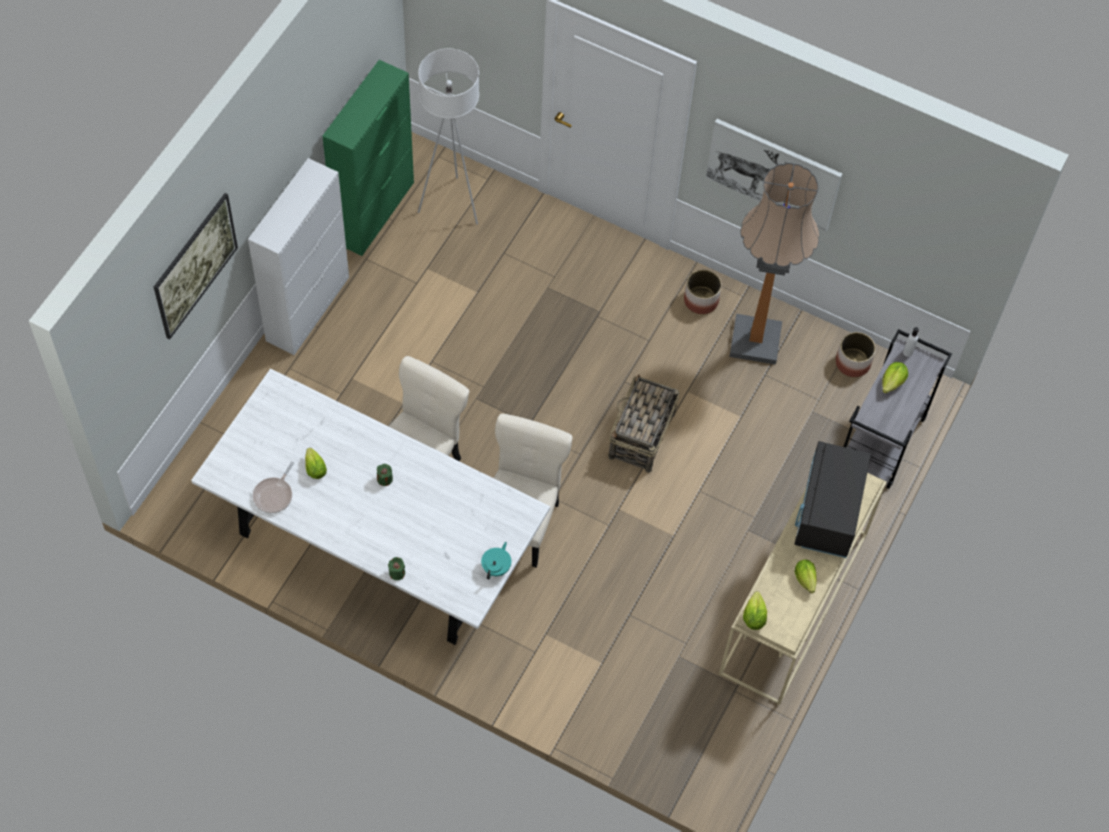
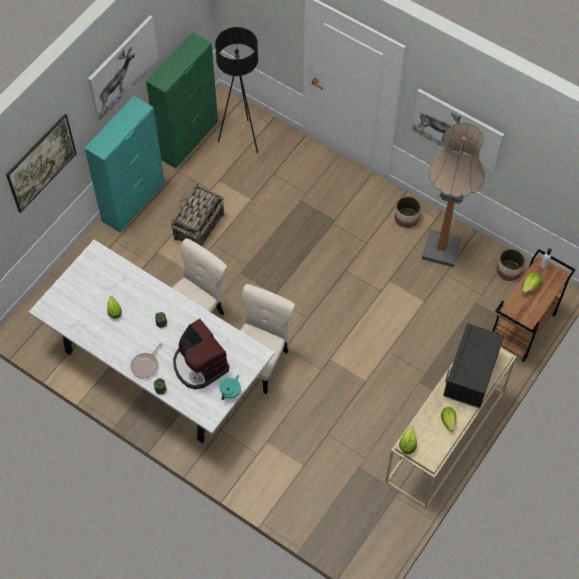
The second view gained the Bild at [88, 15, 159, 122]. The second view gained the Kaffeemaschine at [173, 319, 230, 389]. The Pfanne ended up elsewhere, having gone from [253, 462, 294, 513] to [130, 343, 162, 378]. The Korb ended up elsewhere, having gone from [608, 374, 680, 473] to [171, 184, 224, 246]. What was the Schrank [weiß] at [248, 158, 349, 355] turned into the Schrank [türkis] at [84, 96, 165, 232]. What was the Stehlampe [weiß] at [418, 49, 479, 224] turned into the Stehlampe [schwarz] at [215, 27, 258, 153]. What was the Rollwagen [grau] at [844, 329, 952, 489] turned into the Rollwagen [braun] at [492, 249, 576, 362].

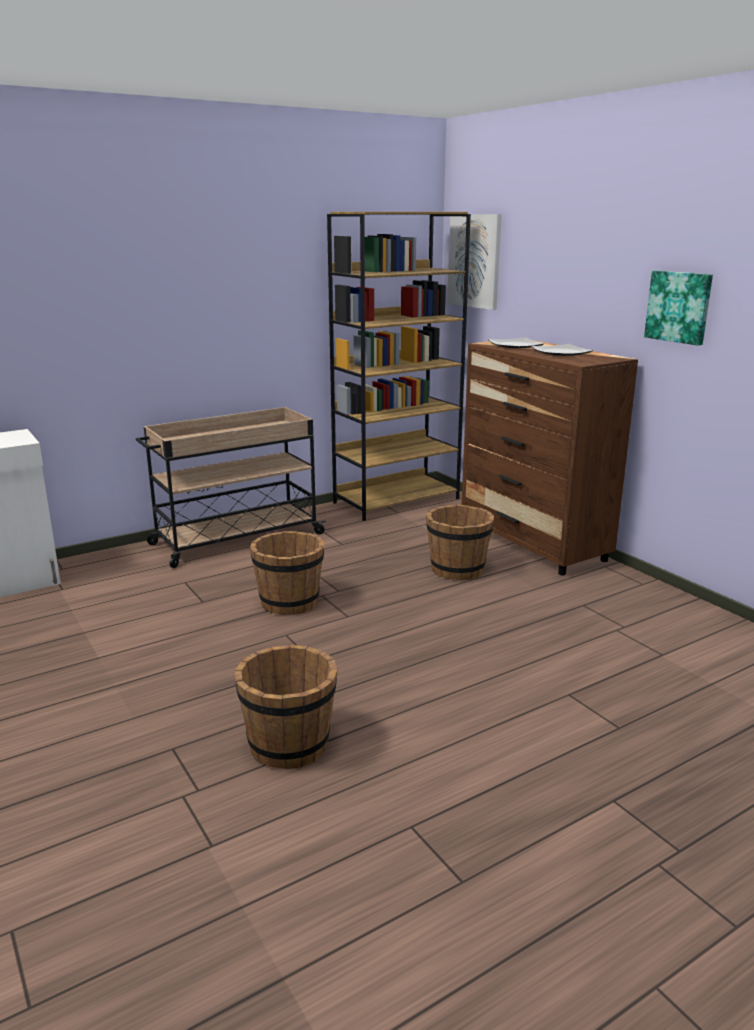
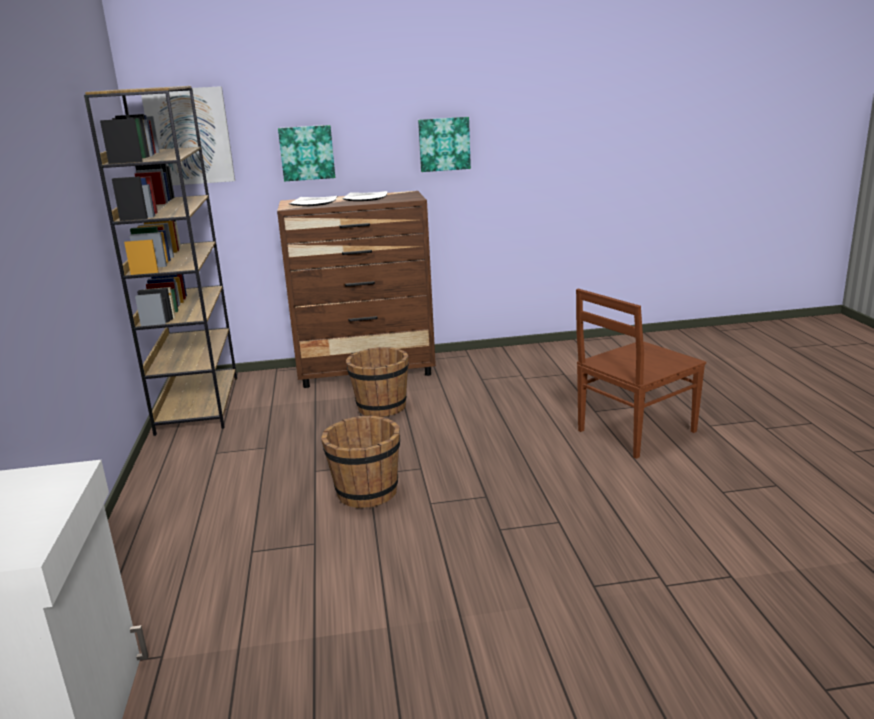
The second view lost the Rollwagen [beige] at [136, 407, 326, 568]. The second view lost the Eimer [braun] at [234, 644, 338, 769]. The second view gained the Bild at [278, 125, 335, 181]. The second view gained the Stuhl [braun] at [576, 289, 706, 459].

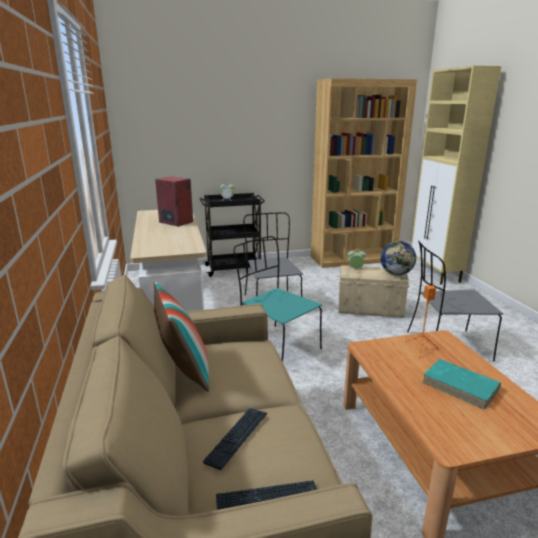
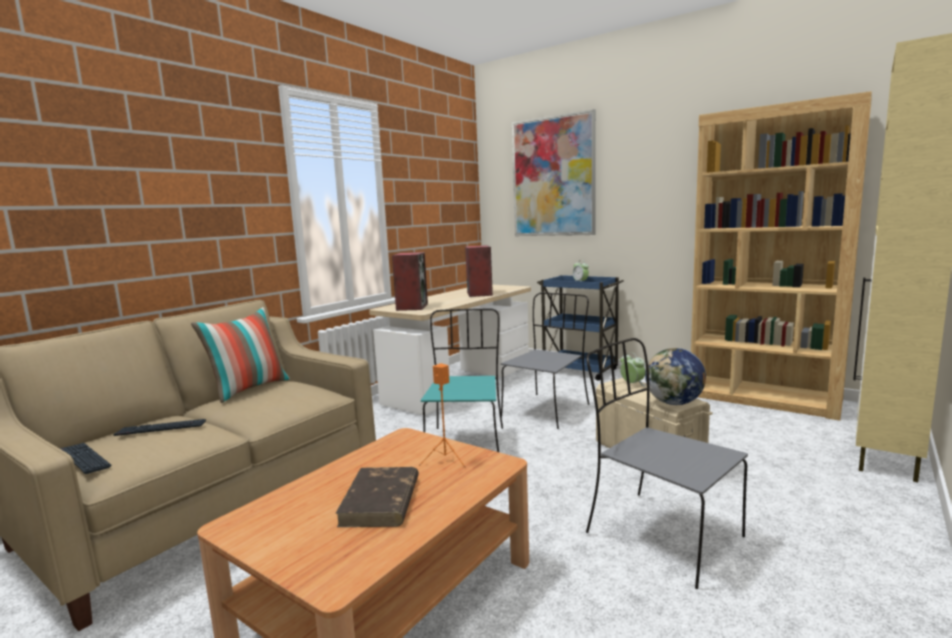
The second view gained the Lautsprecher at [392, 252, 428, 311]. The second view gained the Bild at [512, 109, 596, 236]. What was the Rollwagen [schwarz] at [199, 193, 265, 277] turned into the Rollwagen [blau] at [537, 275, 624, 381]. What was the Buch [türkis] at [422, 359, 501, 410] turned into the Buch [braun] at [335, 467, 419, 527].

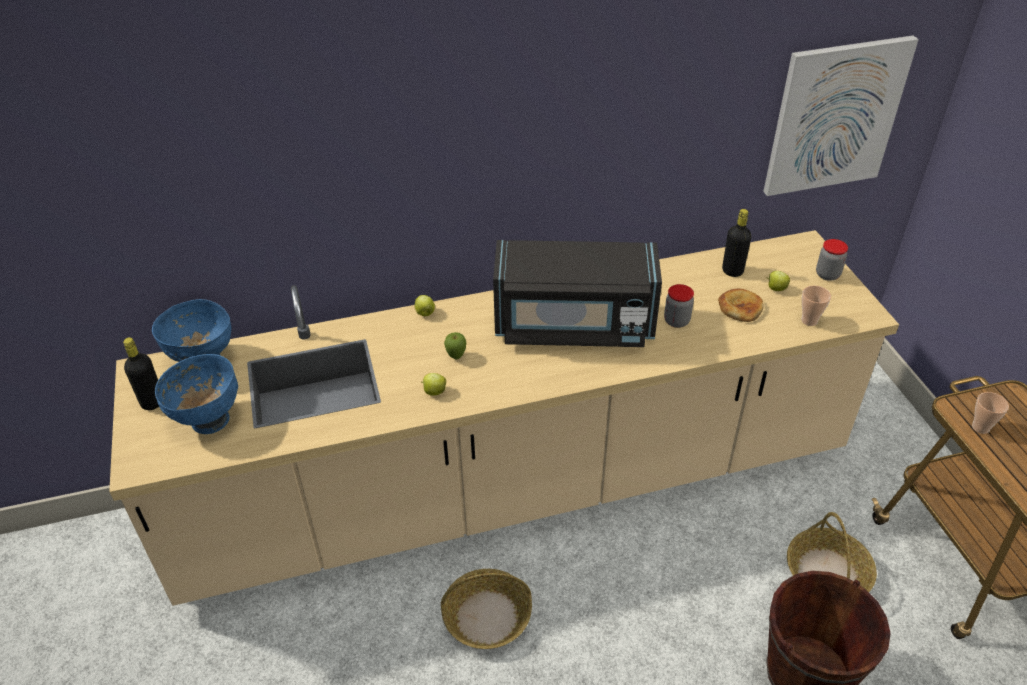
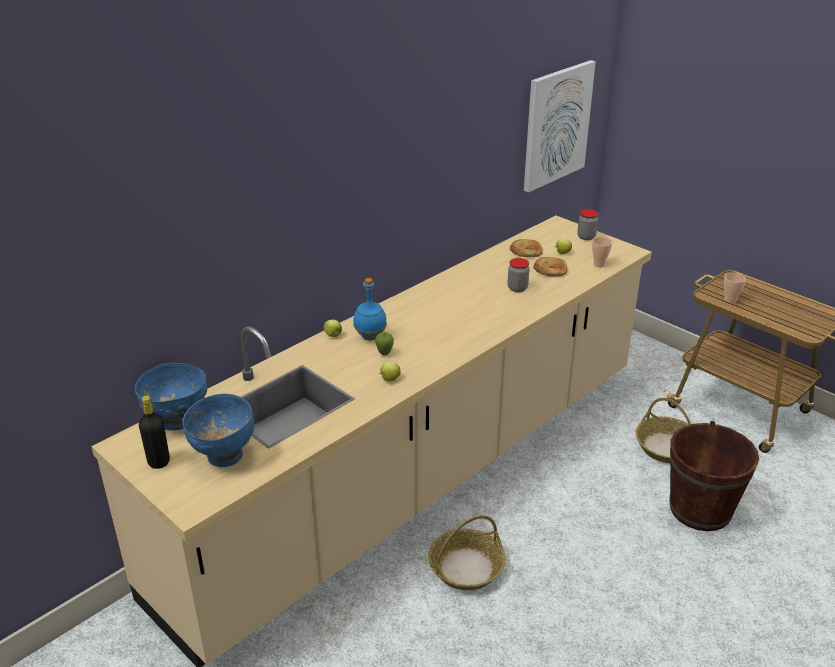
The second view lost the Mikrowelle [schwarz] at [493, 240, 662, 347]. The second view gained the Flasche [blau] at [353, 278, 387, 341]. Where the Flasche [schwarz] stood at [722, 209, 752, 277], the Brot came to stand at [510, 239, 543, 257].

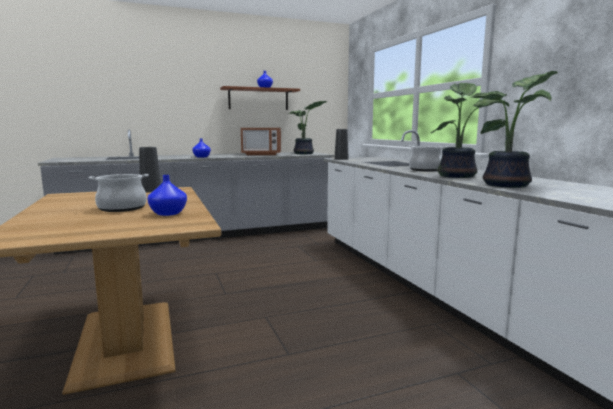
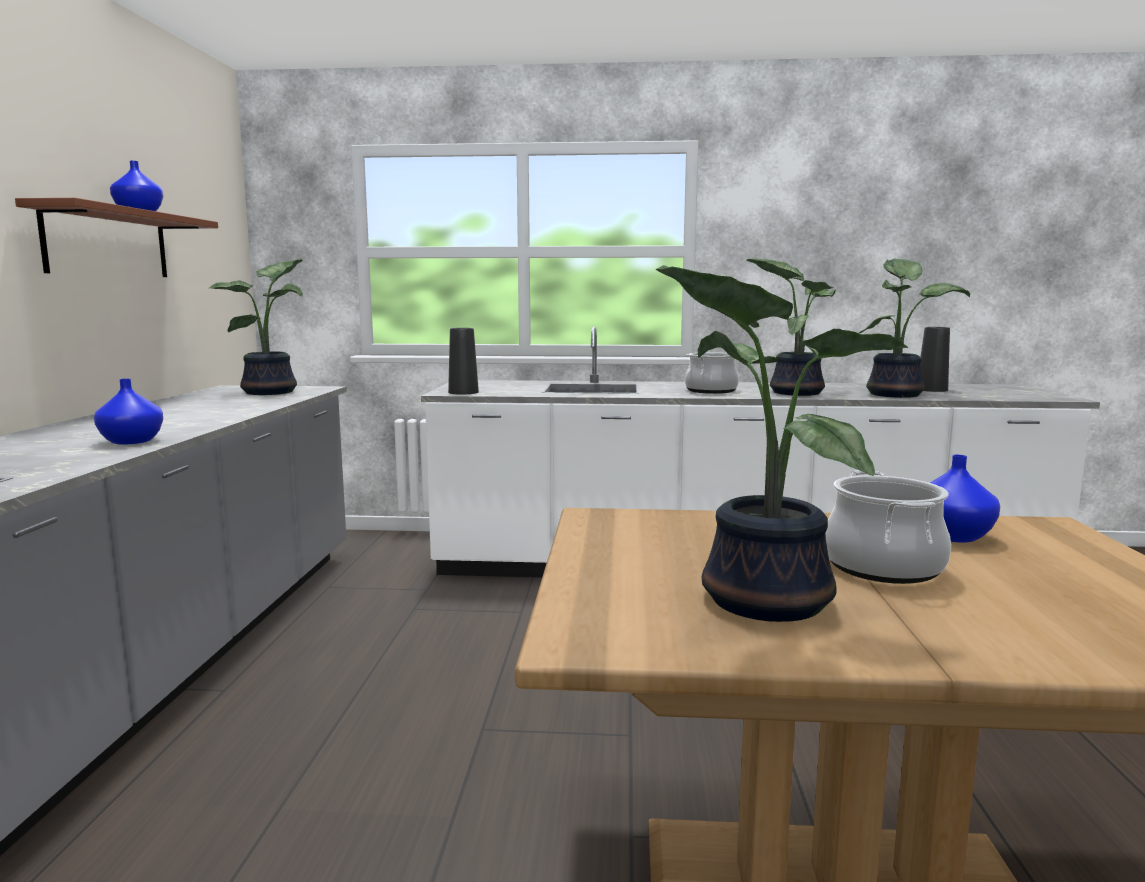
The second view lost the Mikrowelle at [241, 128, 281, 155]. The second view gained the Topfpflanze at [656, 265, 908, 622]. The Vase [schwarz] ended up elsewhere, having gone from [139, 147, 161, 192] to [921, 327, 950, 392].

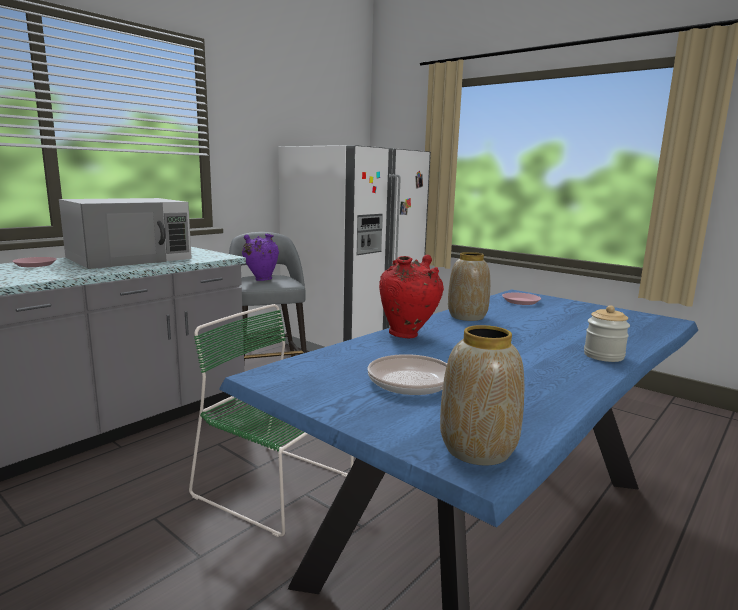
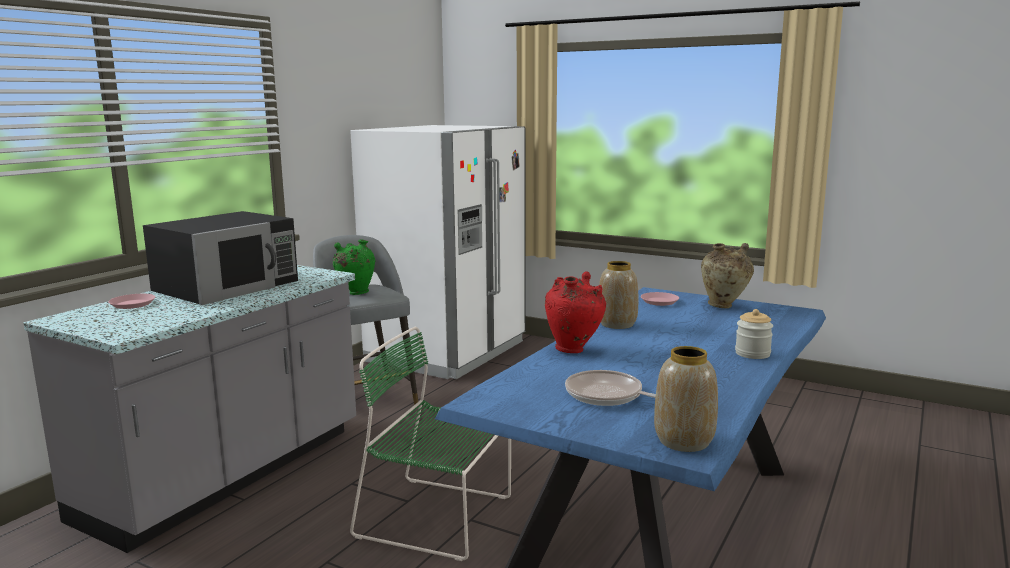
The second view gained the Vase [beige] at [701, 243, 754, 308]. What was the Mikrowelle [weiß] at [59, 198, 192, 269] turned into the Mikrowelle [schwarz] at [143, 211, 298, 305]. What was the Vase [lila] at [242, 234, 279, 281] turned into the Vase [grün] at [333, 240, 375, 295].

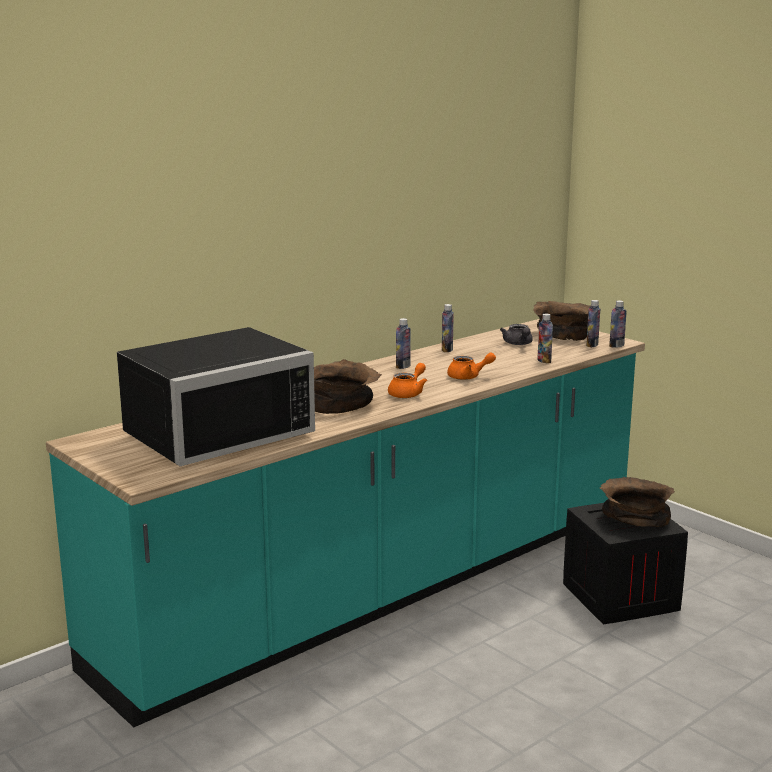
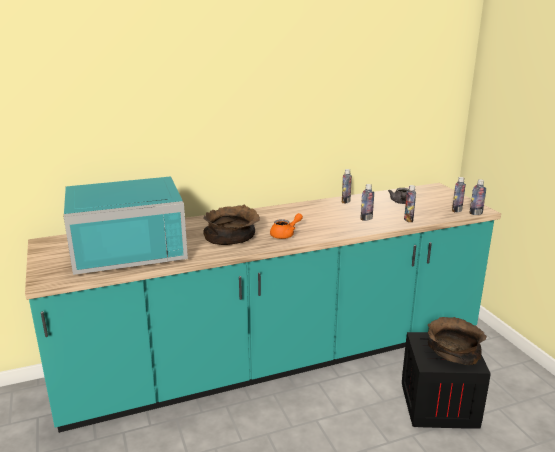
The second view lost the Teekanne [orange] at [447, 352, 496, 380]. The second view lost the Schüssel [braun] at [533, 301, 591, 341]. The Flasche ended up elsewhere, having gone from [396, 318, 411, 369] to [360, 184, 374, 221]. What was the Mikrowelle [schwarz] at [117, 327, 315, 466] turned into the Mikrowelle [türkis] at [64, 176, 188, 275].

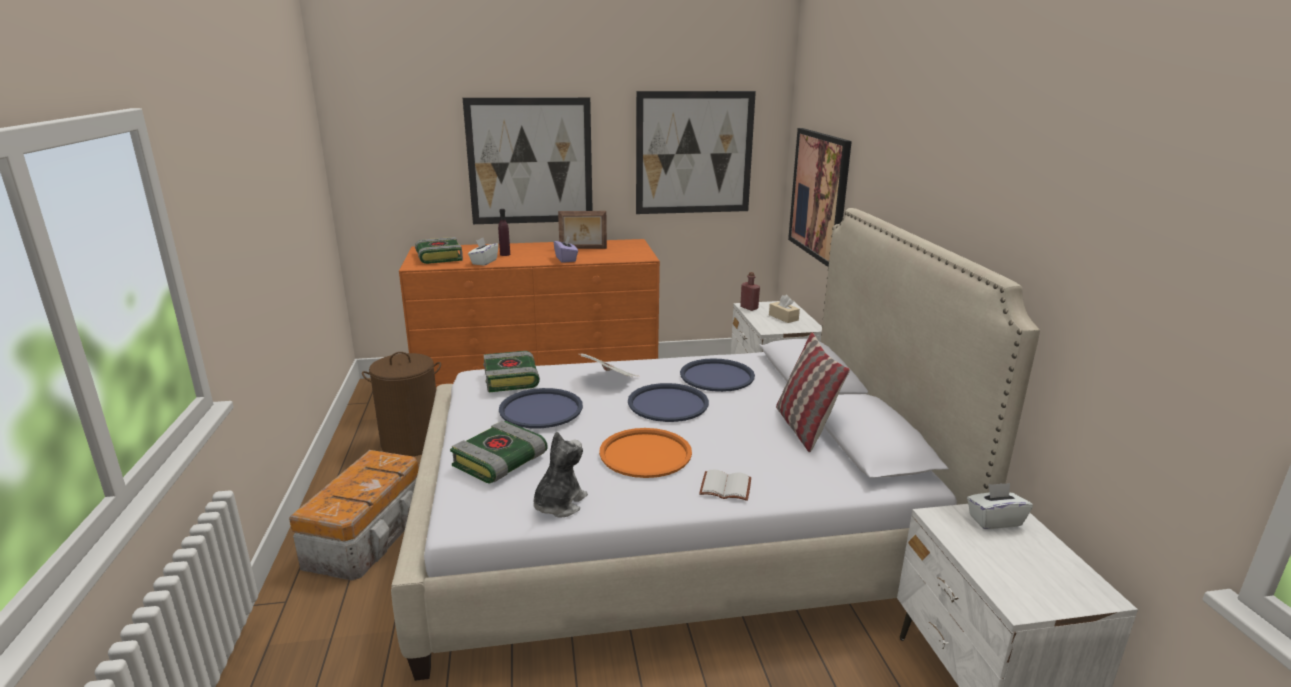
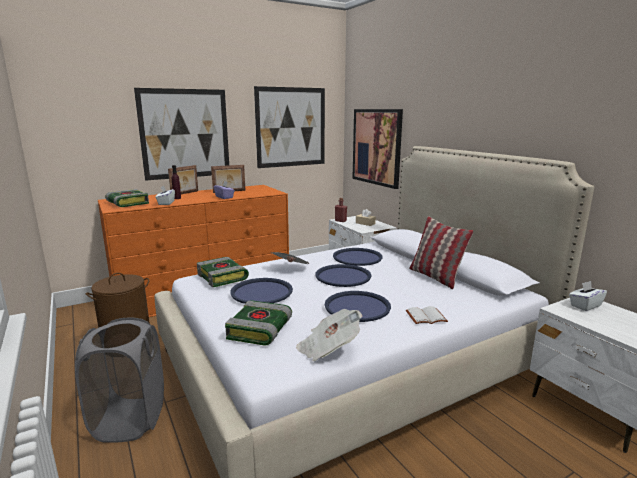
The second view gained the Bilderrahmen at [168, 165, 198, 194]. Where the Aufbewahrungsbox stood at [289, 450, 419, 581], the Wäschekorb [grau] came to stand at [75, 318, 164, 443]. Where the Plüschtier stood at [533, 431, 588, 518], the Zeitung came to stand at [296, 309, 363, 361]. What was the Tablett [orange] at [599, 428, 692, 478] turned into the Tablett [blau] at [325, 291, 391, 322].

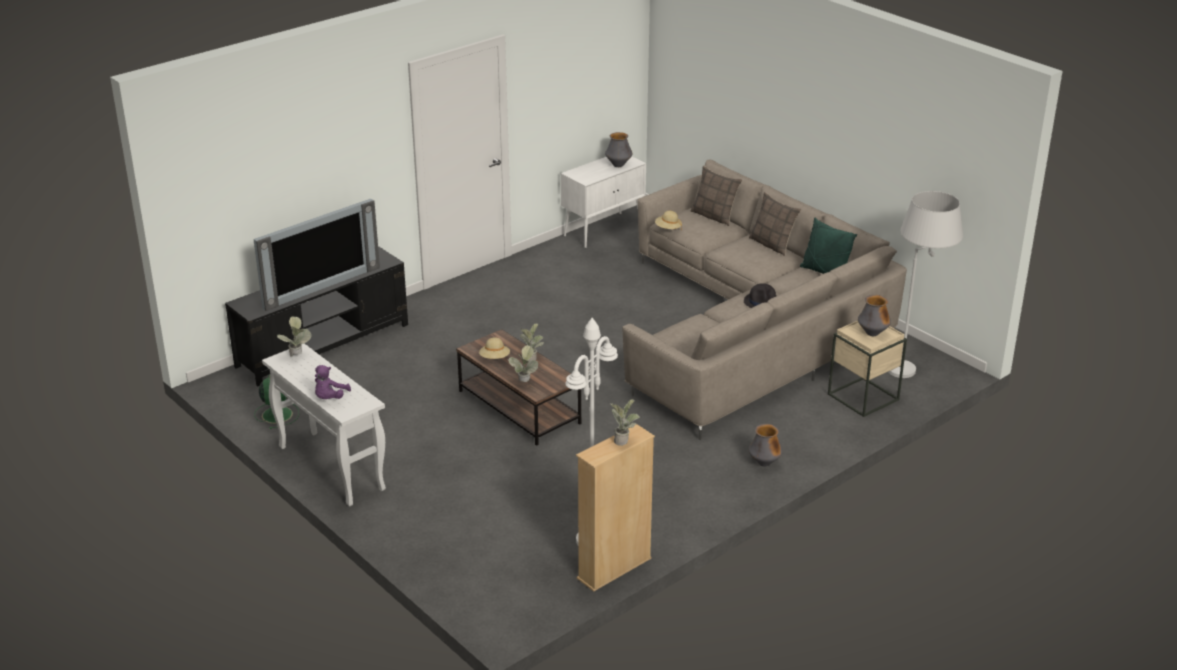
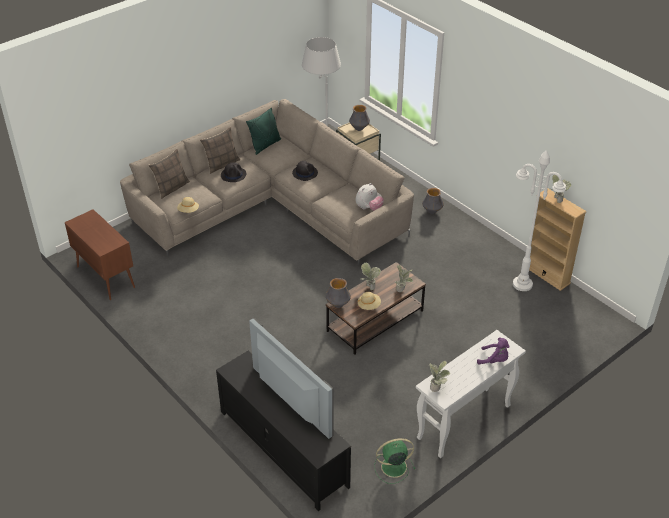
The second view gained the Hut [schwarz] at [221, 162, 246, 182]. The second view gained the Plüschtier at [356, 183, 384, 211]. The Vase ended up elsewhere, having gone from [605, 132, 632, 167] to [326, 278, 351, 308]. What was the Schrank [weiß] at [561, 157, 646, 248] turned into the Schrank [braun] at [65, 209, 135, 300].

